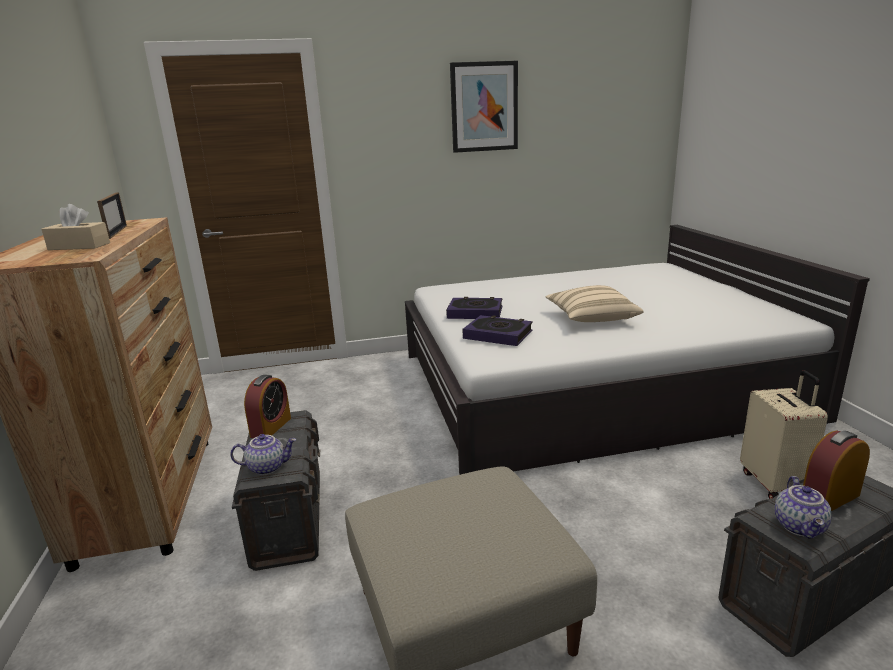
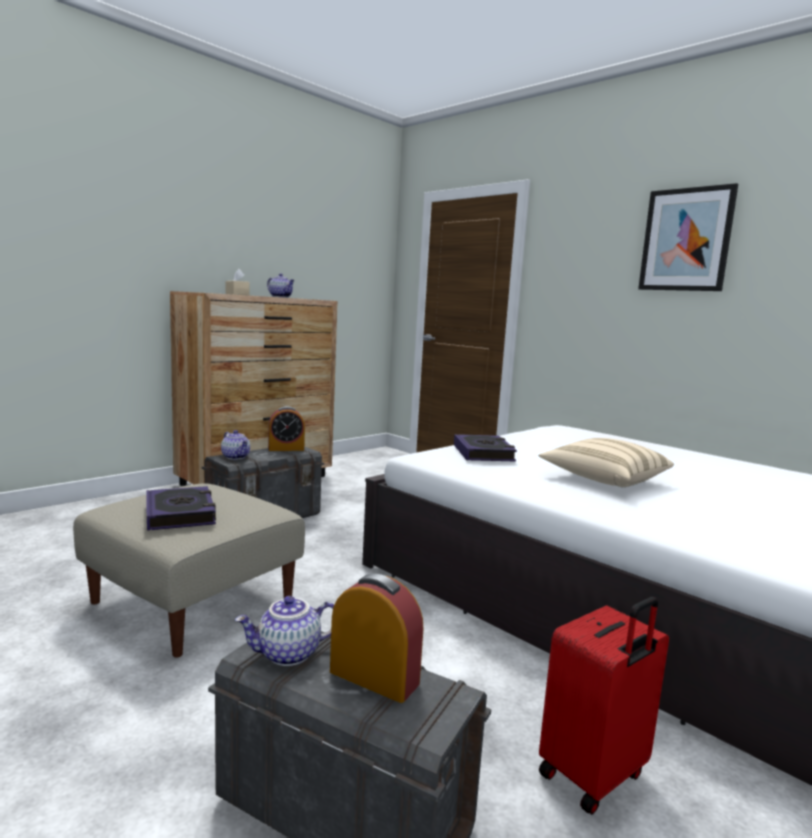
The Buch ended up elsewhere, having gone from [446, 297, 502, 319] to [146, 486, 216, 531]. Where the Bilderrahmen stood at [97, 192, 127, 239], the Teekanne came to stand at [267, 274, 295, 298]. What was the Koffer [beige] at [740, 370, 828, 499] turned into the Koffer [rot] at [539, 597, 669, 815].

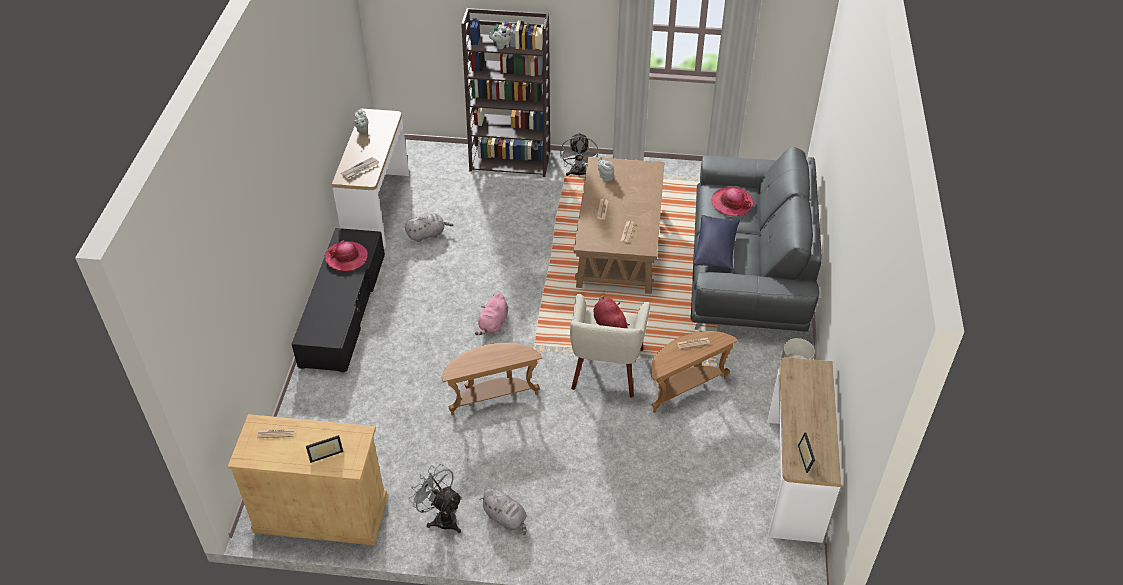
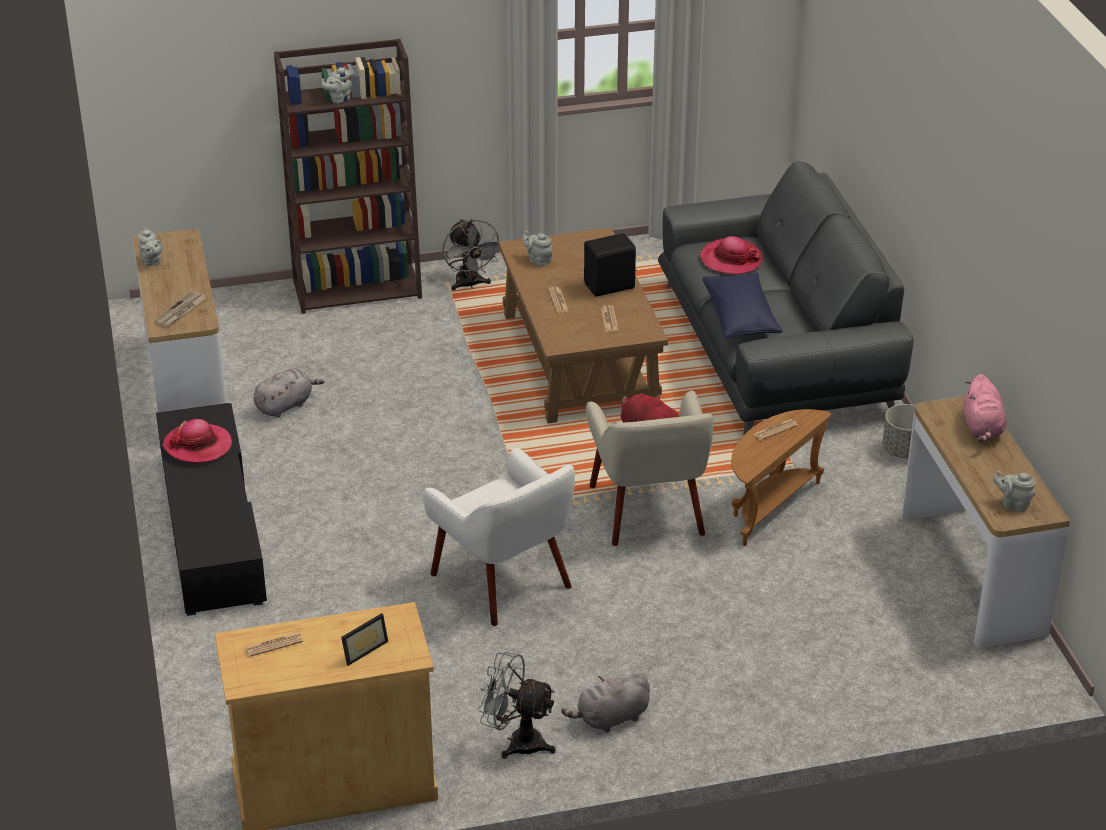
The second view gained the Lautsprecher [schwarz] at [584, 233, 637, 297]. The Plüschtier [rosa] ended up elsewhere, having gone from [475, 293, 508, 335] to [964, 374, 1007, 442]. Where the Beistelltisch [braun] stood at [442, 343, 542, 416], the Sessel [weiß] came to stand at [423, 448, 575, 626]. Where the Bilderrahmen stood at [798, 432, 815, 473], the Teekanne [grau] came to stand at [993, 471, 1036, 512]. The Plüschtier [grau] at [479, 489, 527, 535] ended up facing another way, 135 degrees clockwise from before.

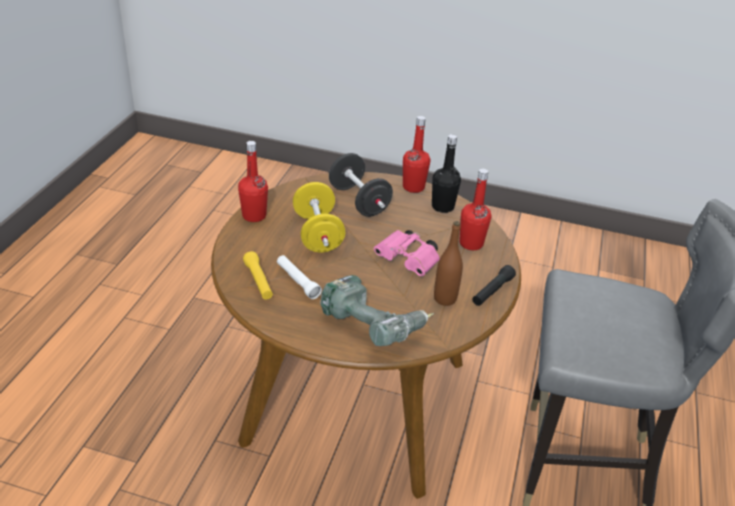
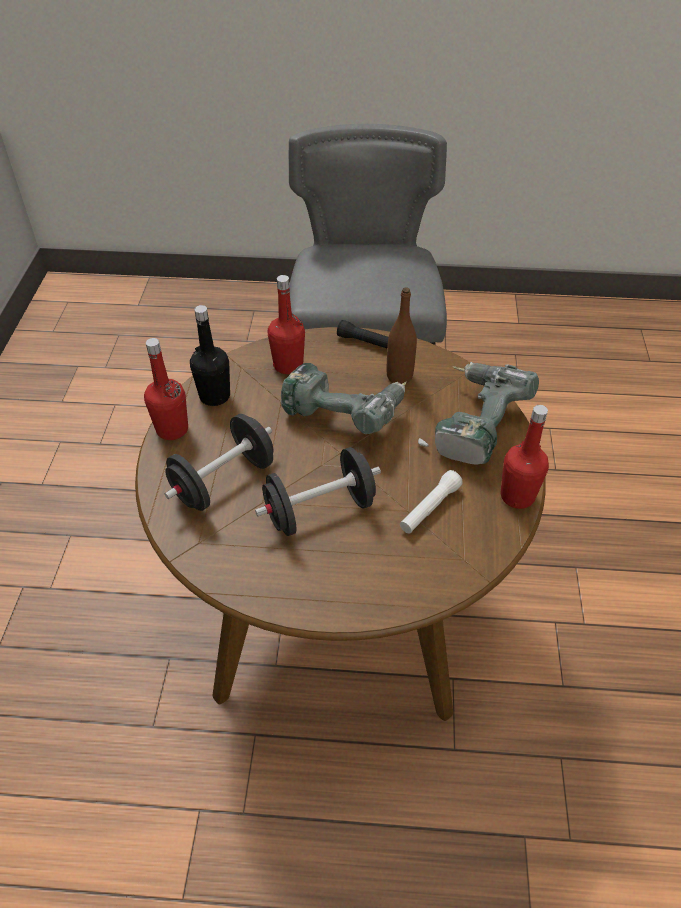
The second view lost the Taschenlampe [gelb] at [243, 251, 273, 299]. The Flasche [rot] ended up elsewhere, having gone from [238, 141, 268, 222] to [501, 405, 549, 509]. Where the Fernglas [rosa] stood at [374, 230, 440, 276], the Bohrmaschine came to stand at [281, 363, 406, 434]. What was the Hantel [gelb] at [293, 182, 345, 252] turned into the Hantel [schwarz] at [255, 447, 381, 536].

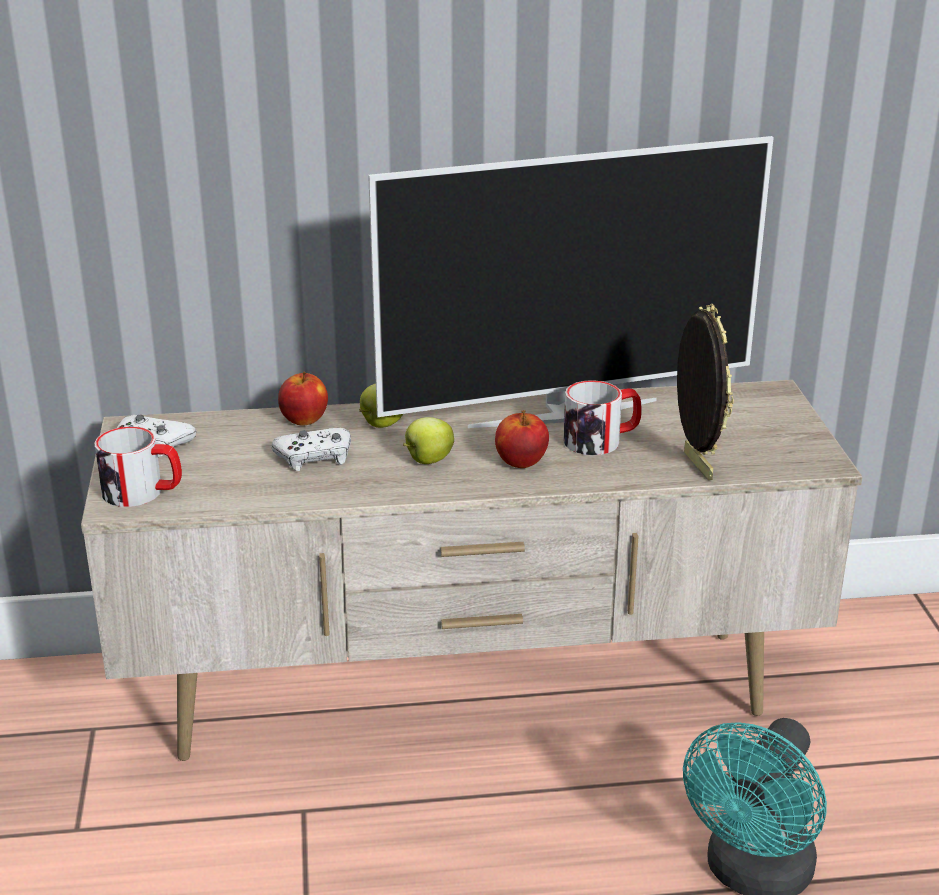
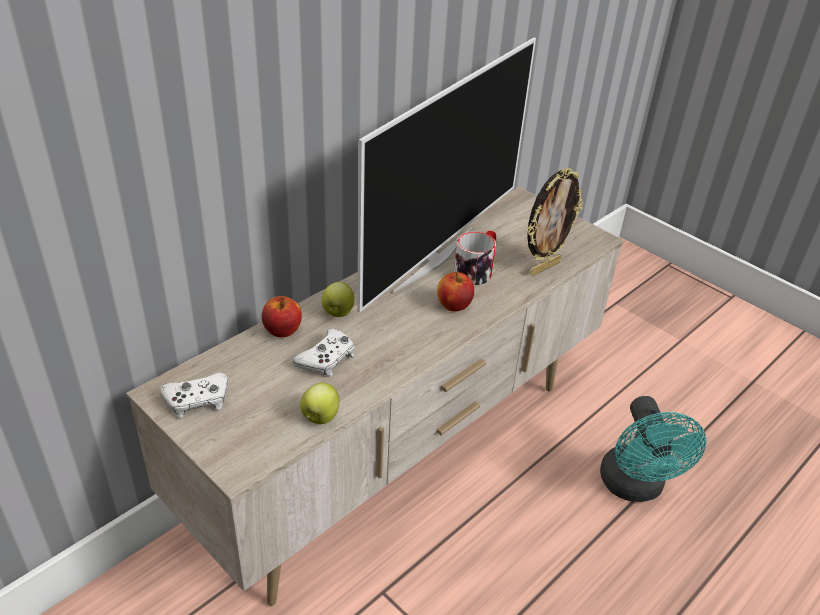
The second view lost the Henkelbecher at [94, 427, 182, 507]. The Apfel ended up elsewhere, having gone from [403, 417, 454, 464] to [300, 383, 339, 424]. The Bilderrahmen at [677, 304, 734, 480] ended up facing another way, 105 degrees clockwise from before.

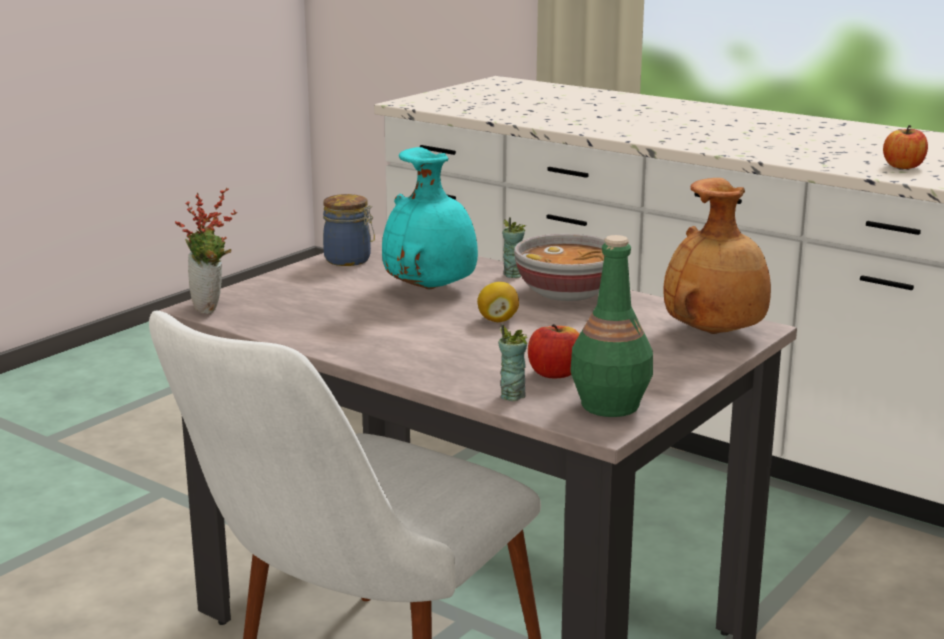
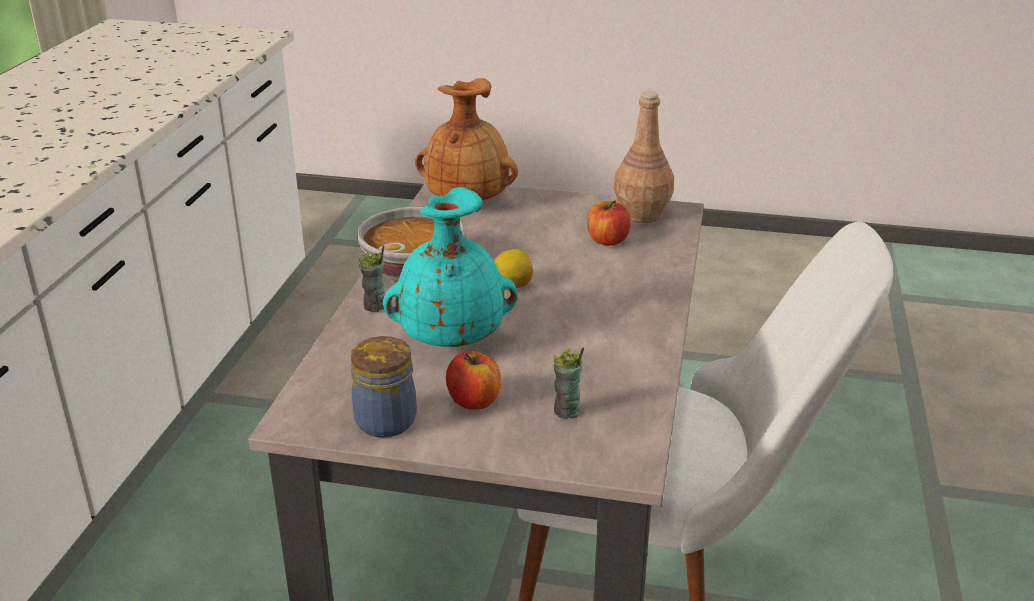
The second view lost the Topfpflanze at [175, 187, 238, 314]. The Tasse ended up elsewhere, having gone from [498, 324, 528, 401] to [554, 347, 584, 419]. The Apfel ended up elsewhere, having gone from [883, 125, 928, 169] to [446, 351, 501, 410]. What was the Flasche [grün] at [570, 235, 653, 417] turned into the Flasche [braun] at [614, 91, 674, 223].

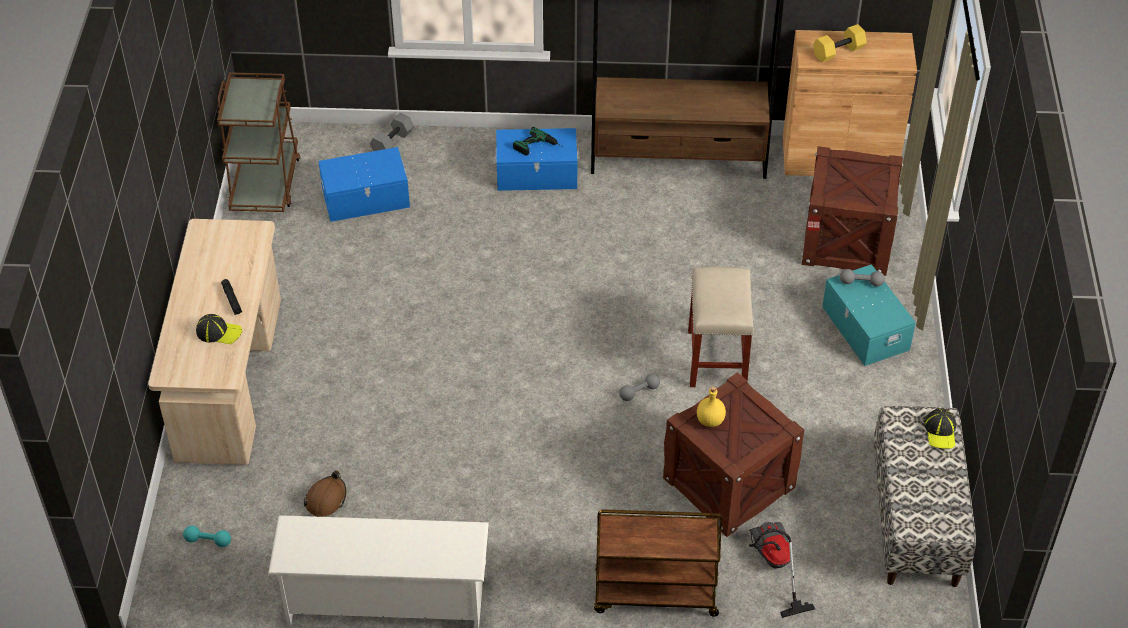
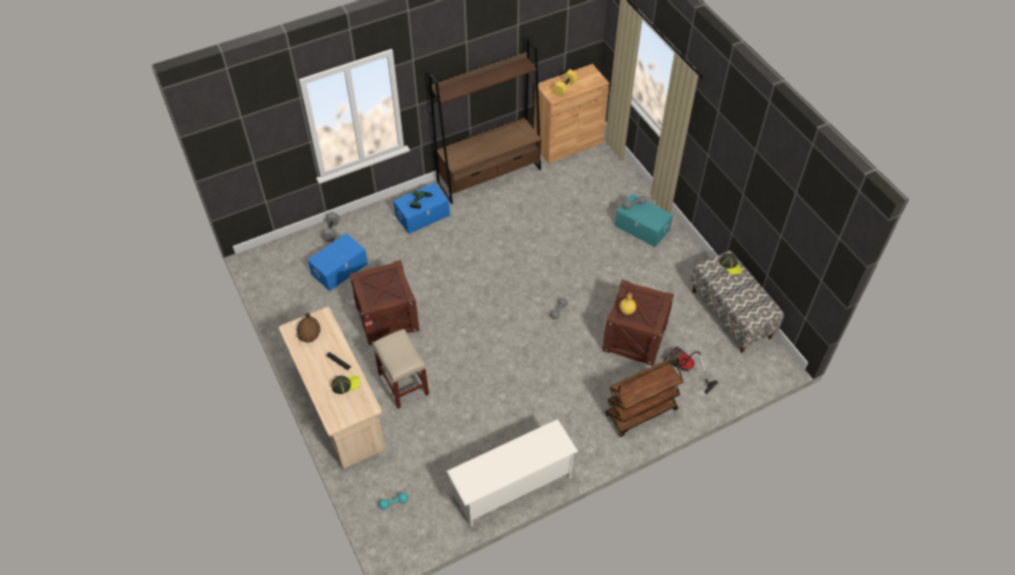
The second view lost the Rollwagen [braun] at [217, 72, 301, 212]. The Schutzhelm [braun] ended up elsewhere, having gone from [304, 470, 347, 517] to [297, 313, 321, 342]. The Hocker [beige] ended up elsewhere, having gone from [688, 267, 754, 387] to [373, 329, 429, 409]. The Kiste ended up elsewhere, having gone from [801, 146, 903, 276] to [349, 260, 420, 345].

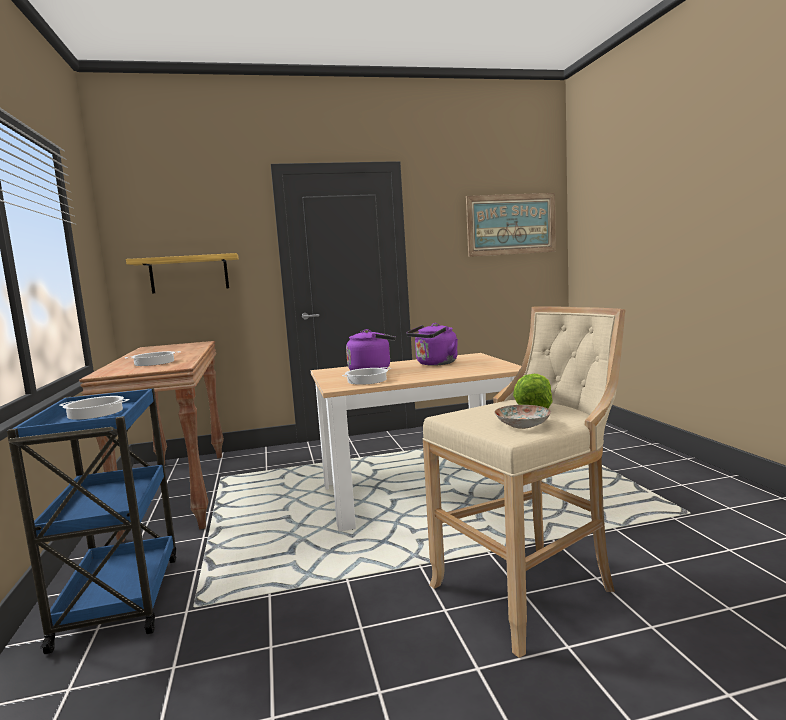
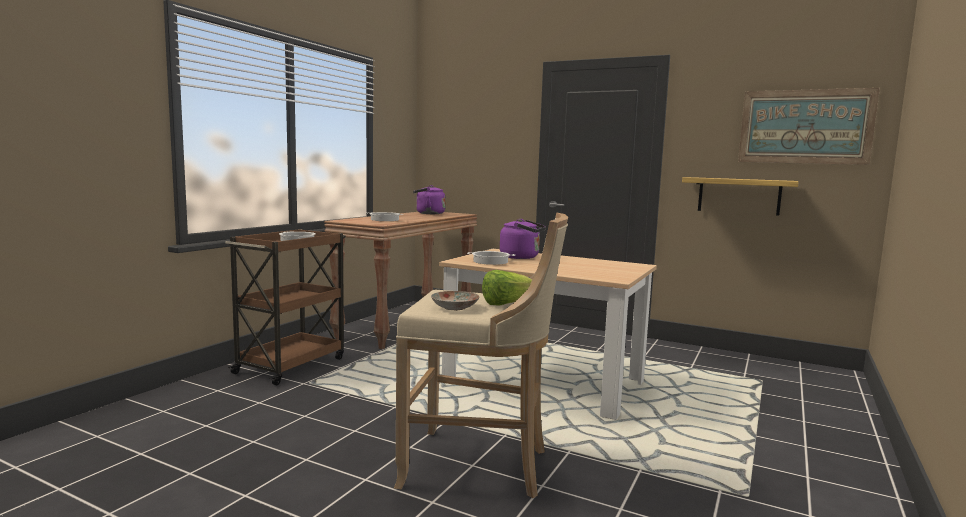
The Wandregal ended up elsewhere, having gone from [126, 253, 239, 293] to [682, 177, 799, 215]. The Wasserkessel [lila] ended up elsewhere, having gone from [406, 323, 458, 366] to [413, 185, 446, 214]. What was the Rollwagen [blau] at [7, 388, 177, 654] turned into the Rollwagen [braun] at [225, 229, 346, 385].

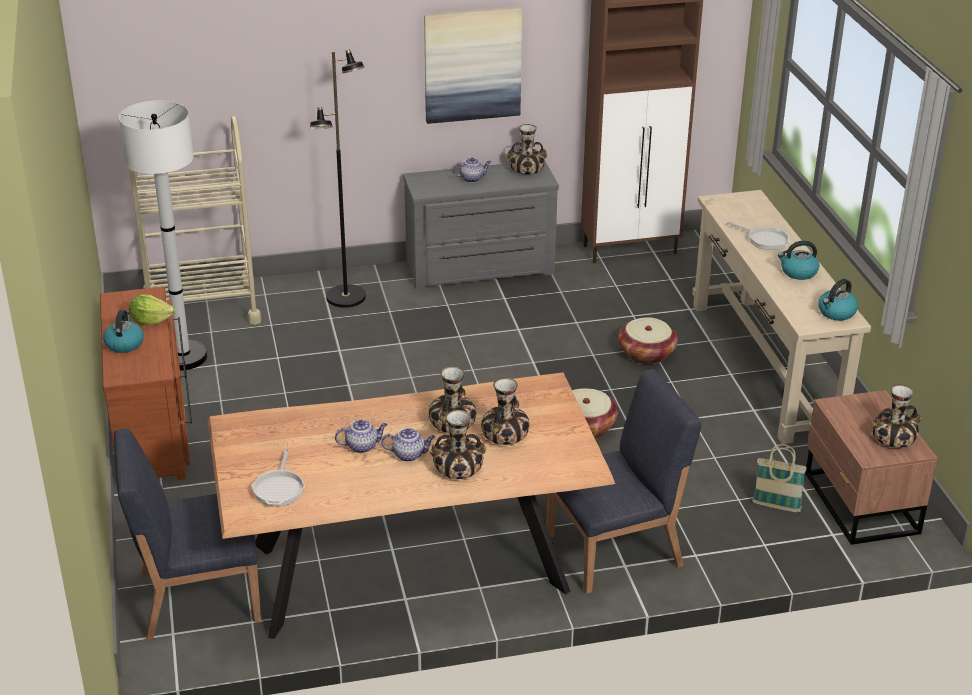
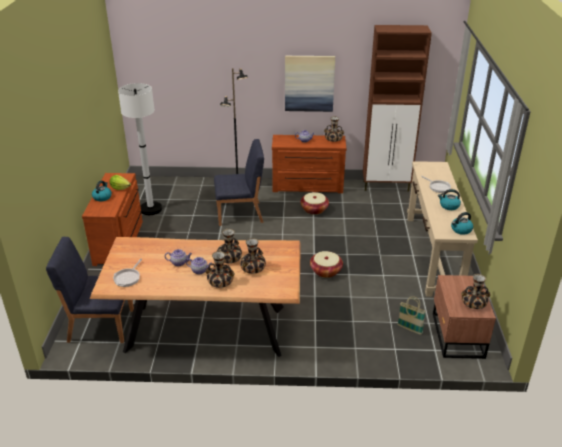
The second view lost the Rollwagen [beige] at [129, 116, 262, 325]. The Stuhl [blau] ended up elsewhere, having gone from [546, 369, 701, 594] to [214, 139, 264, 226]. The Korb ended up elsewhere, having gone from [618, 317, 678, 364] to [300, 192, 329, 215]. What was the Kommode [grau] at [403, 162, 559, 289] turned into the Kommode [braun] at [272, 135, 346, 193].

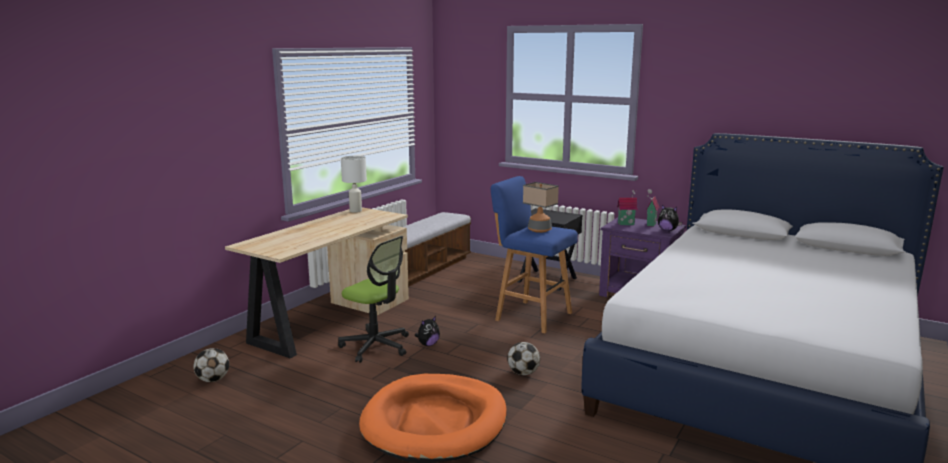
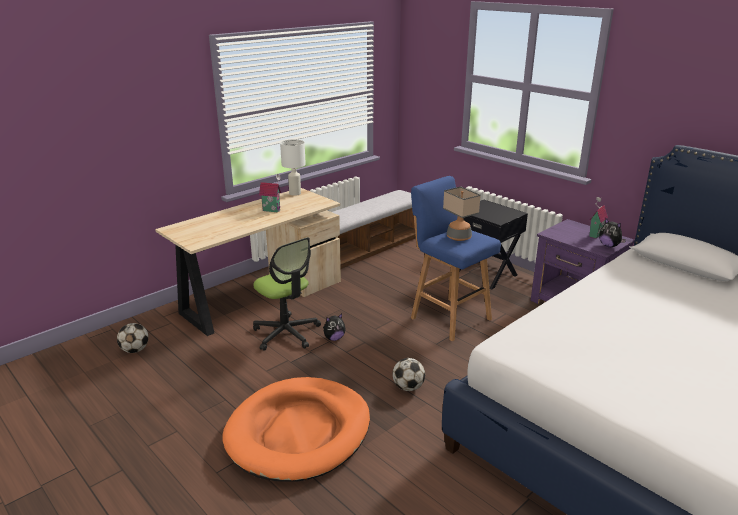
The Spielzeughaus ended up elsewhere, having gone from [617, 190, 638, 225] to [259, 174, 281, 213].

